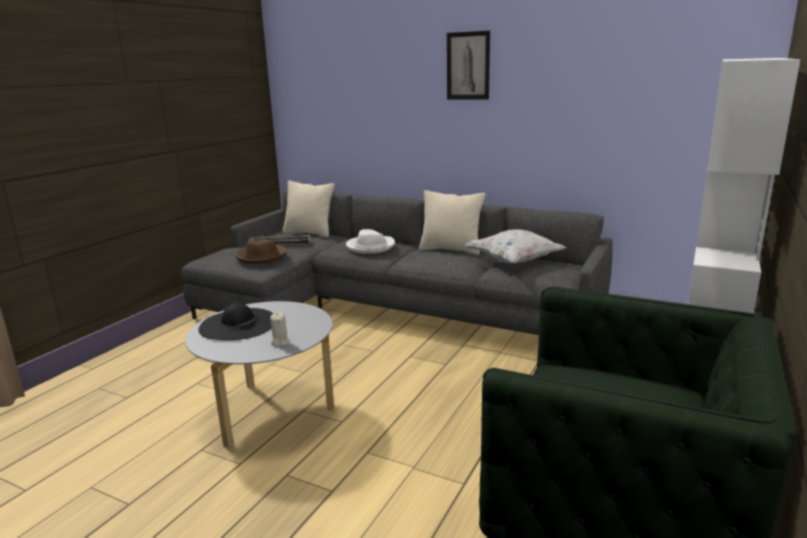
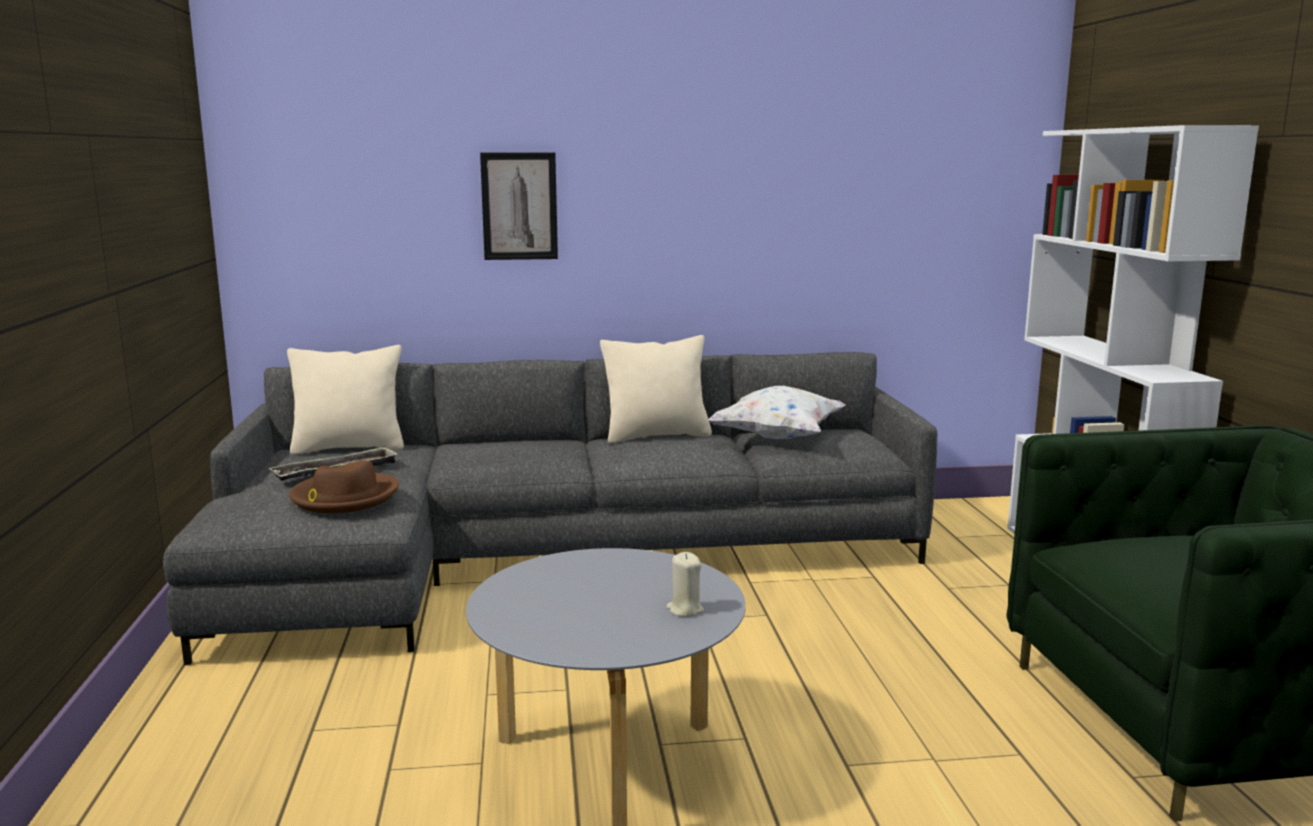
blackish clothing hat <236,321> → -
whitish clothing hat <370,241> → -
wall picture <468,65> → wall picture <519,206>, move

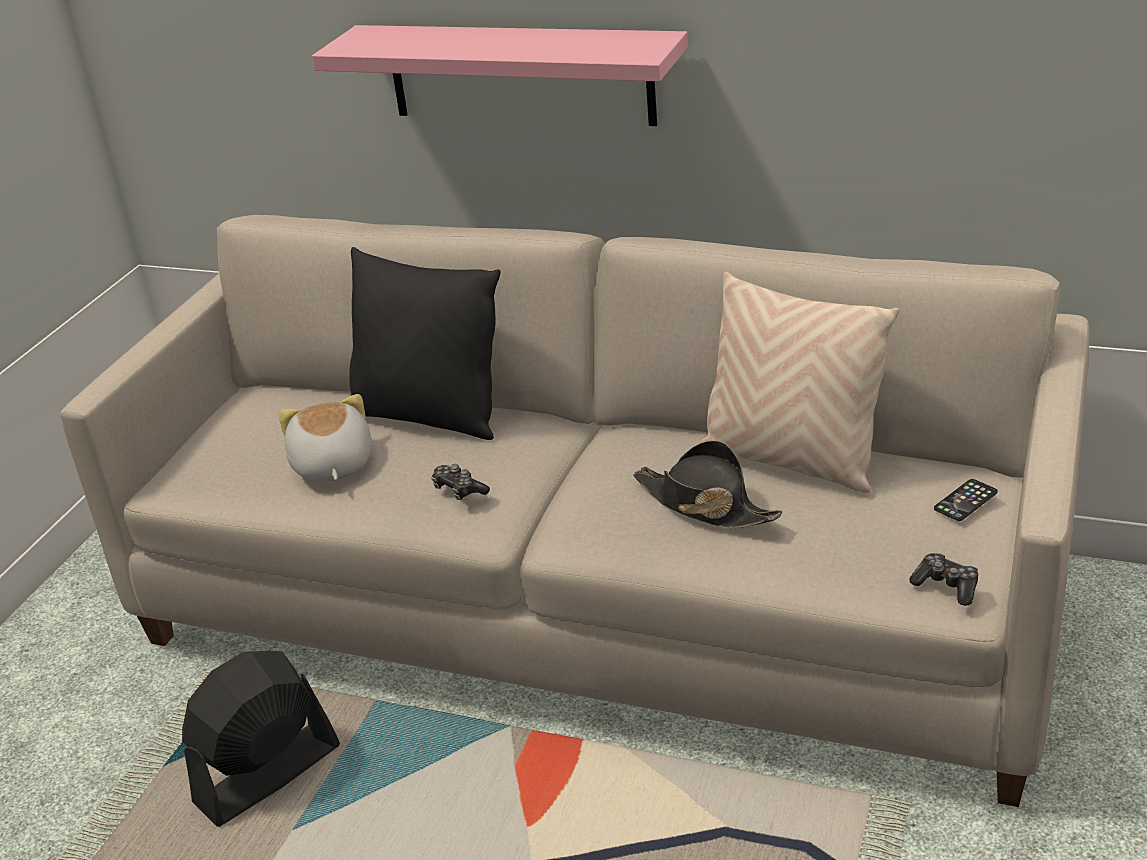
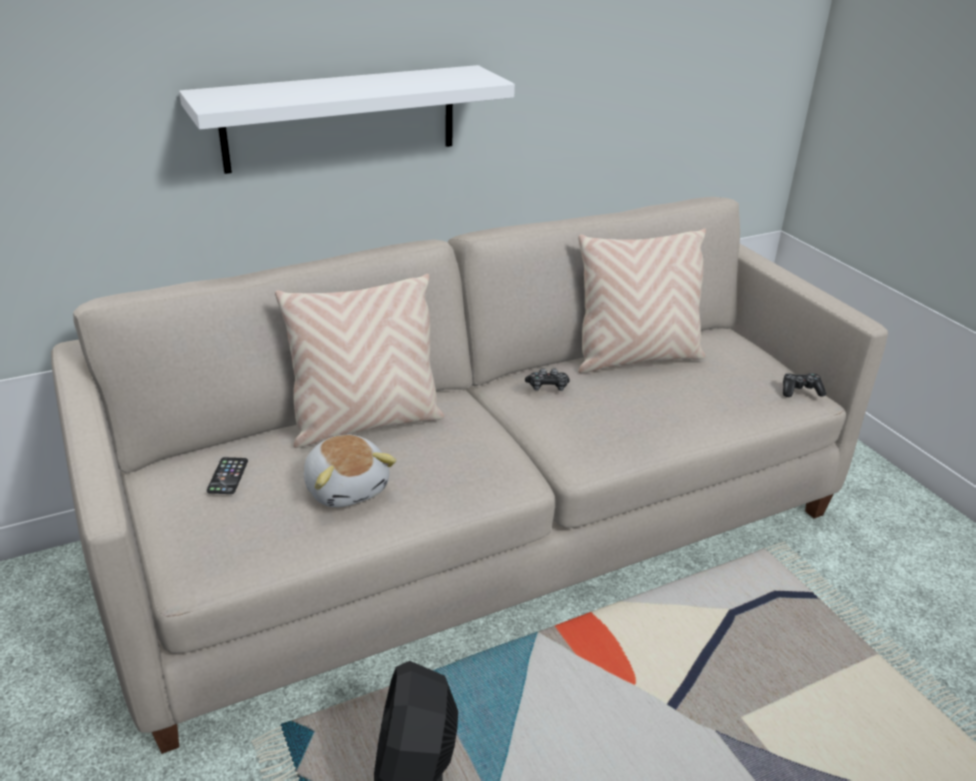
soft toy <325,438> → soft toy <350,471>, 150 degrees counterclockwise
pinkish wall shelf <500,75> → whitish wall shelf <347,119>
blackish cushion <425,343> → sand-coloured cushion <359,361>
game controller <460,482> → game controller <547,379>, move
blackish clothing hat <708,484> → -
handset <966,500> → handset <227,475>, move

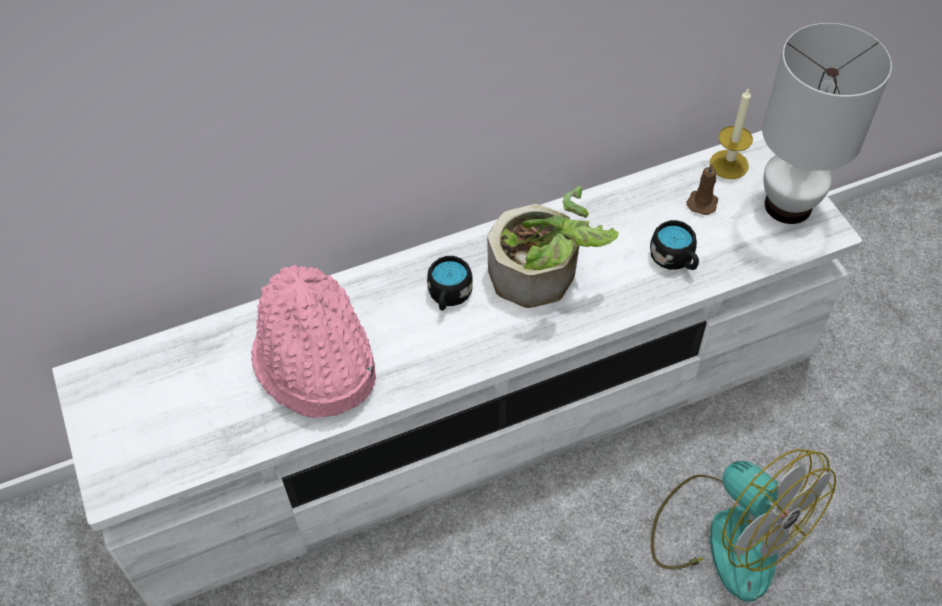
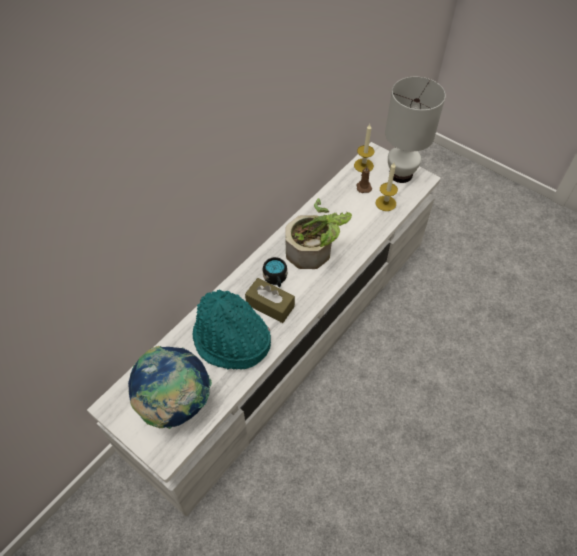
pinkish clothing hat <313,341> → turquoise clothing hat <232,329>
blackish coffee mug <674,245> → -
cooling fan <743,525> → -
- → world globe <170,387>
- → brown-coloured tissue box <270,300>
- → candle <387,187>

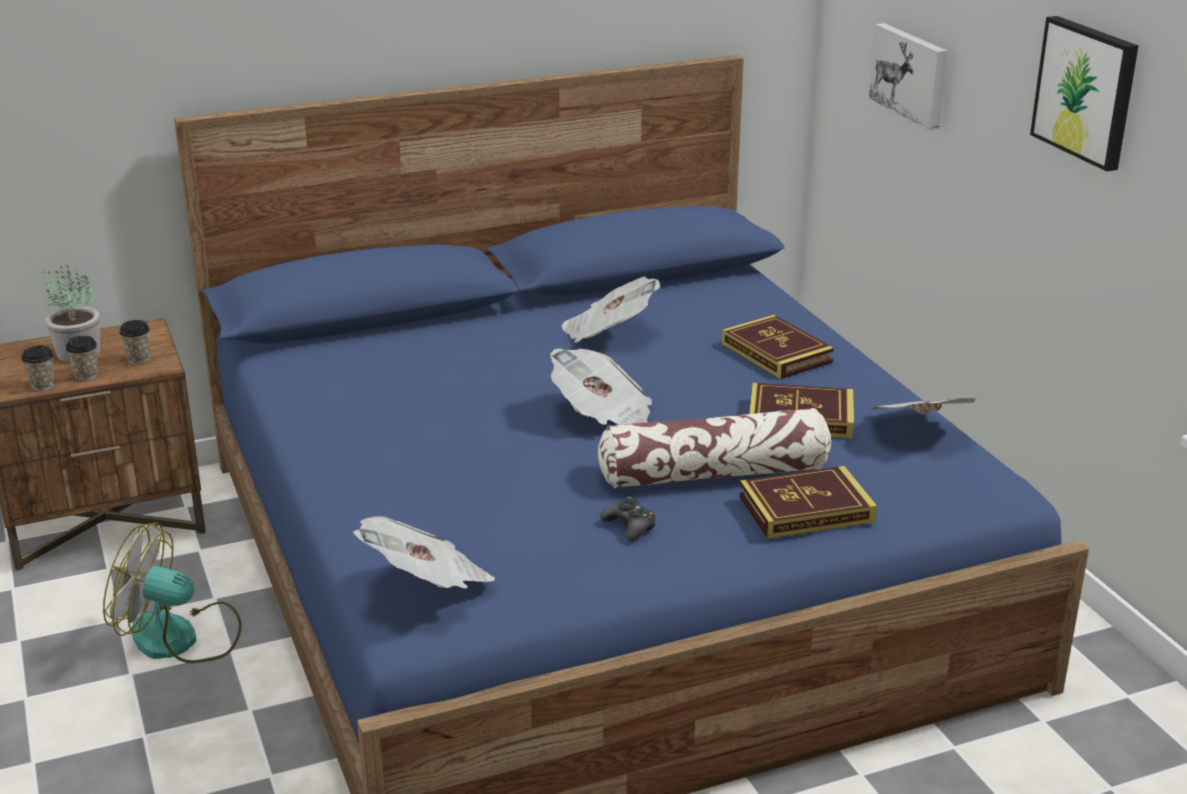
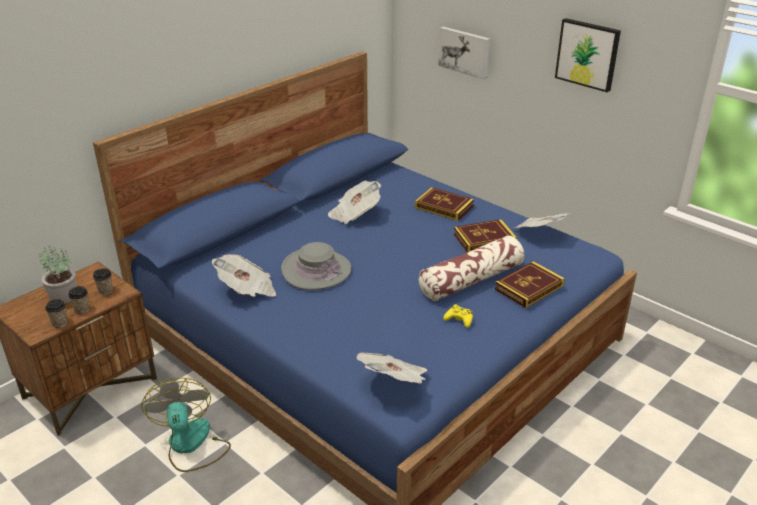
cooling fan <172,592> → cooling fan <186,425>, 90 degrees clockwise
daily paper <601,386> → daily paper <244,275>, move
blackish game controller <627,518> → yellowish game controller <458,316>
- → grey clothing hat <316,266>

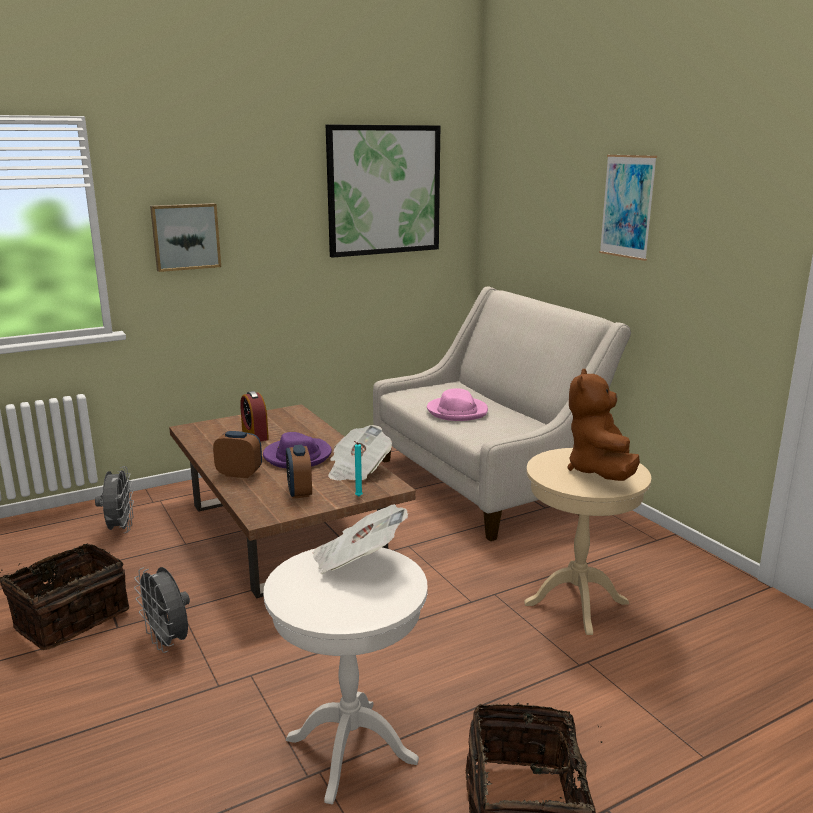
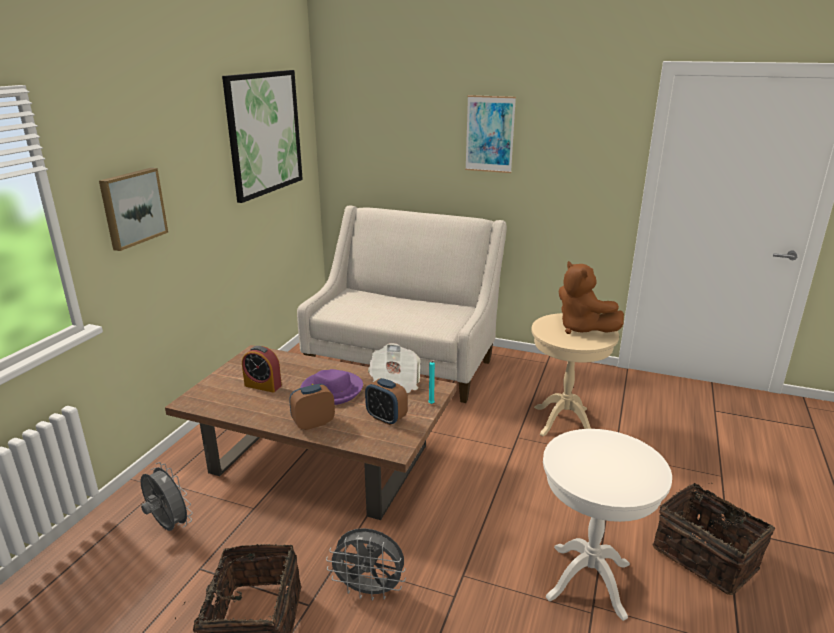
daily paper <360,539> → -
pinkish clothing hat <457,404> → -

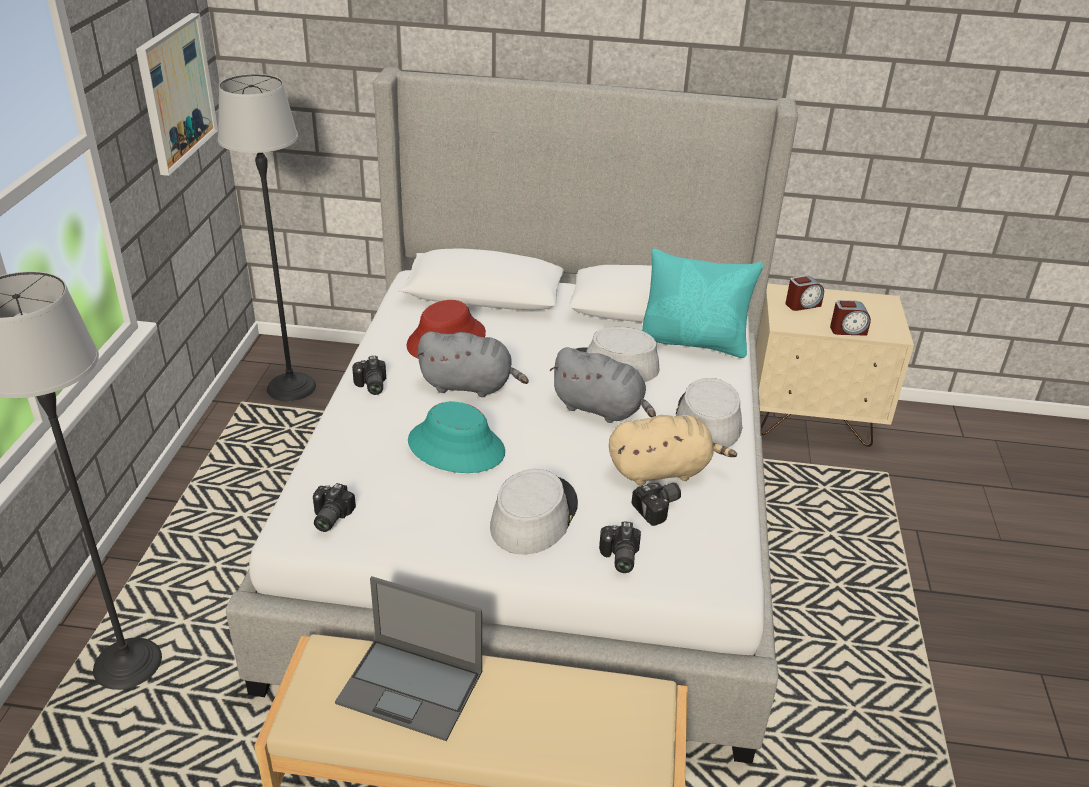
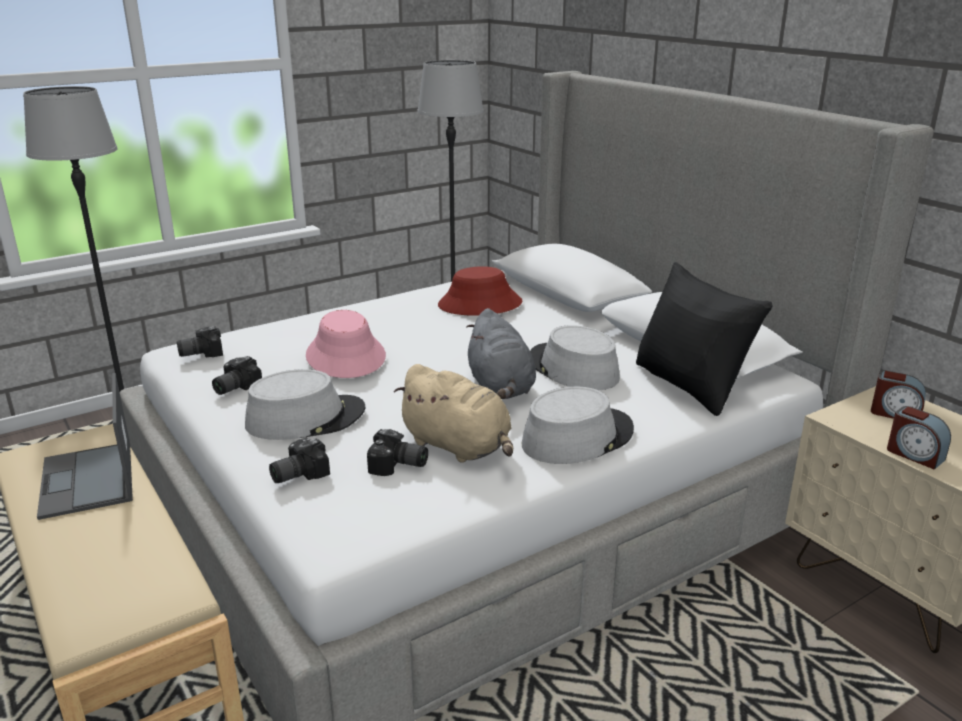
wall picture <177,94> → -
photo camera <369,375> → photo camera <237,375>, move
turquoise clothing hat <456,437> → pinkish clothing hat <346,344>
grey soft toy <472,364> → -
turquoise cushion <703,303> → blackish cushion <704,339>

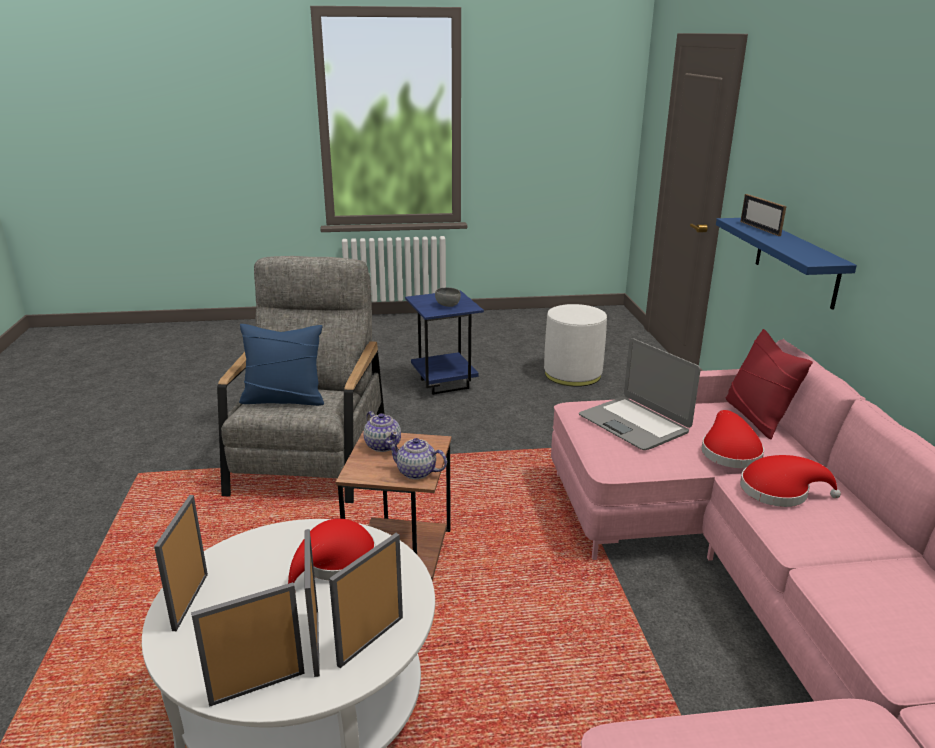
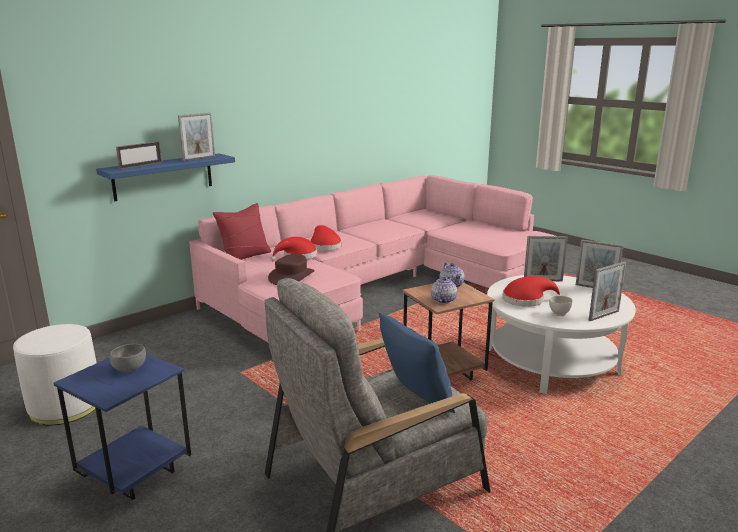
picture frame <312,603> → picture frame <196,137>, move
notebook computer <640,394> → brown-coloured clothing hat <291,269>
- → whitish deep dish <560,305>

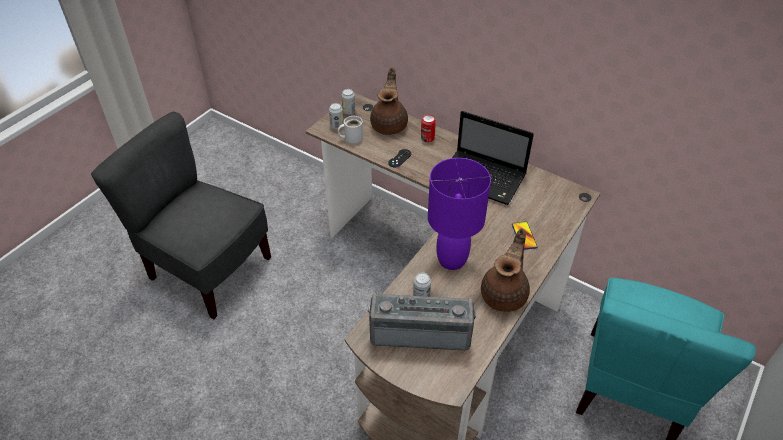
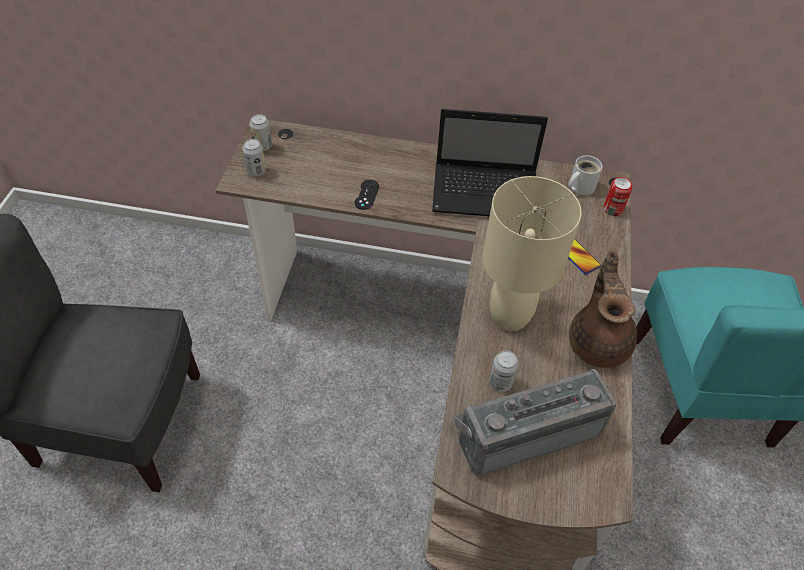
whitish coffee mug <350,130> → whitish coffee mug <585,175>, move
brown-coloured pot for tea <389,101> → -
sealed can <428,128> → sealed can <617,196>, move
purplish tabletop lamp <459,214> → sand-coloured tabletop lamp <532,253>

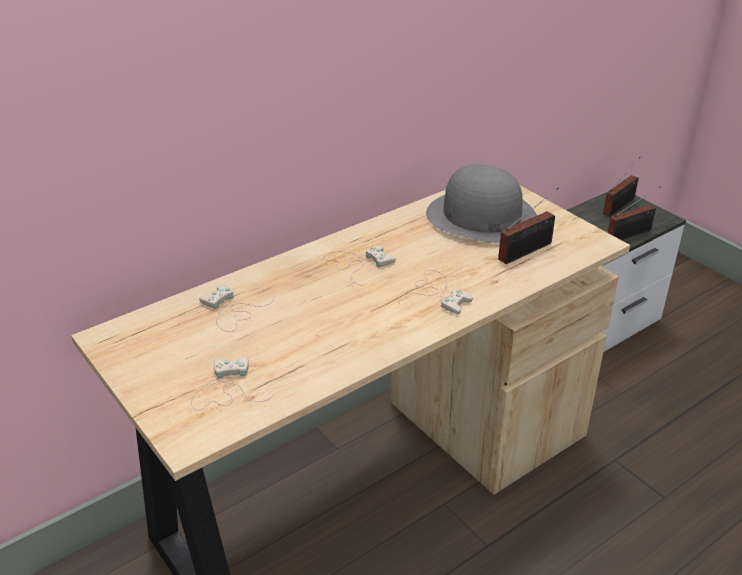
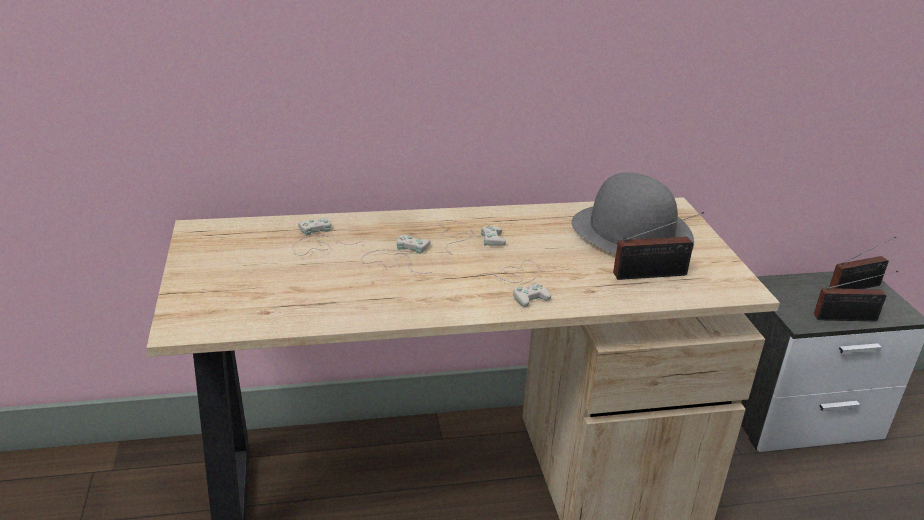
whitish game controller <232,383> → whitish game controller <396,254>, move

